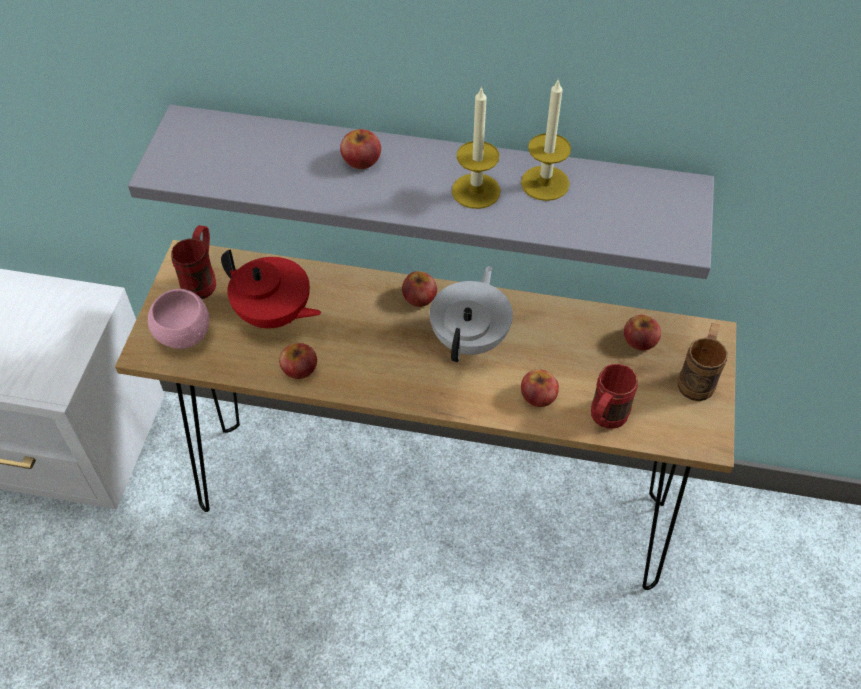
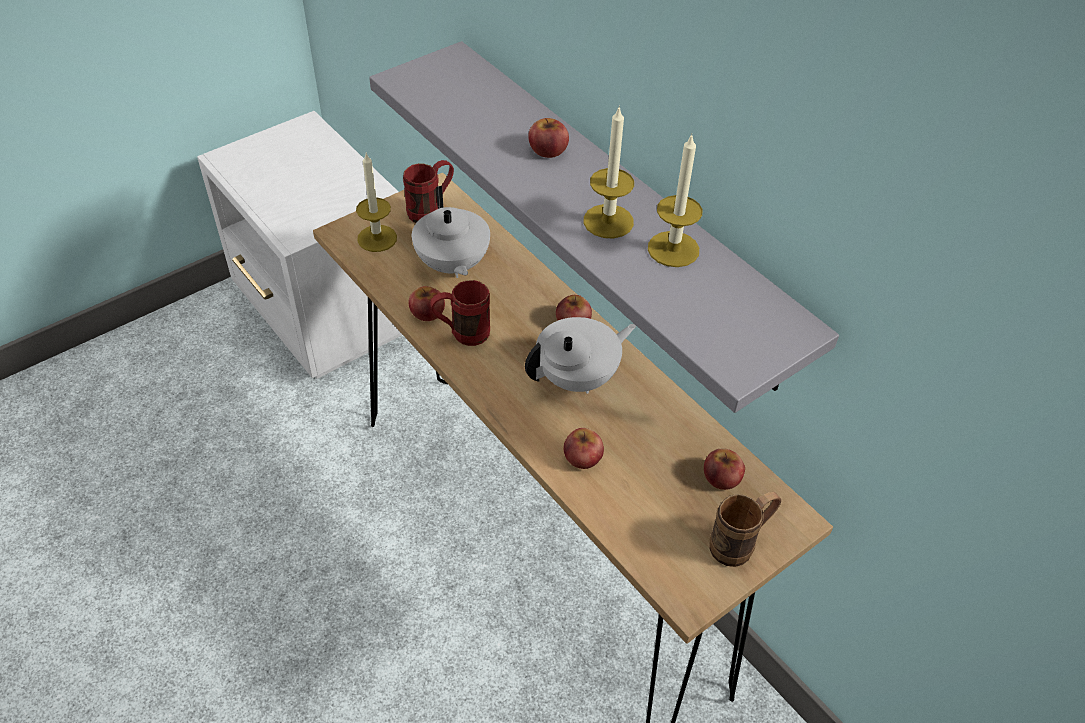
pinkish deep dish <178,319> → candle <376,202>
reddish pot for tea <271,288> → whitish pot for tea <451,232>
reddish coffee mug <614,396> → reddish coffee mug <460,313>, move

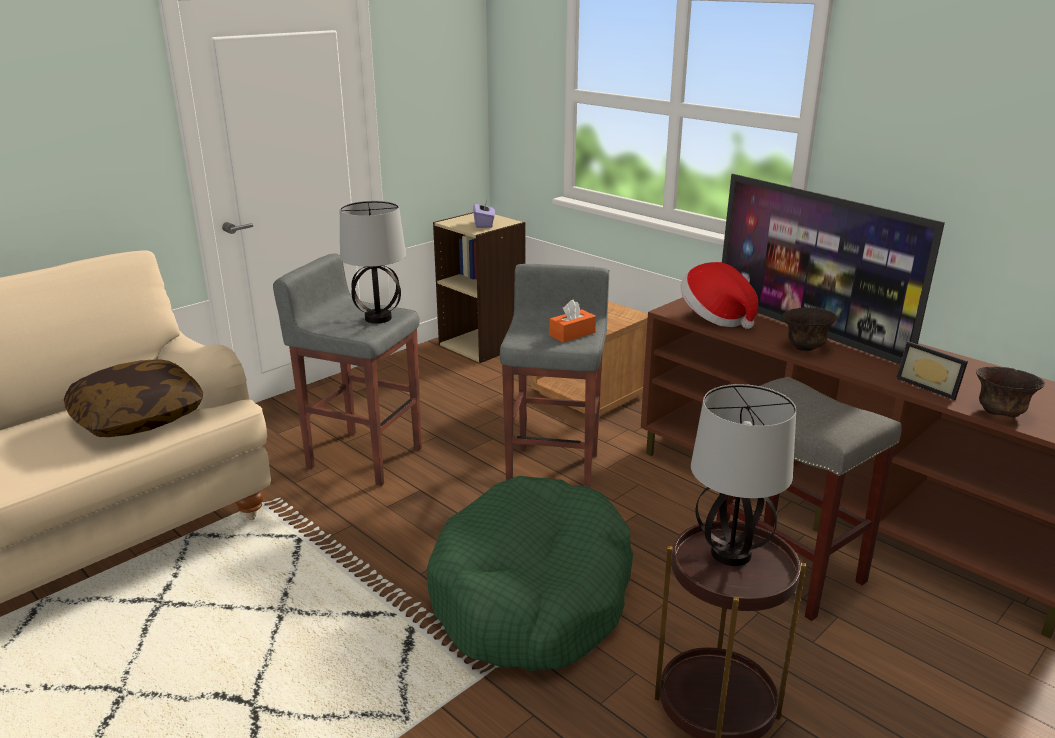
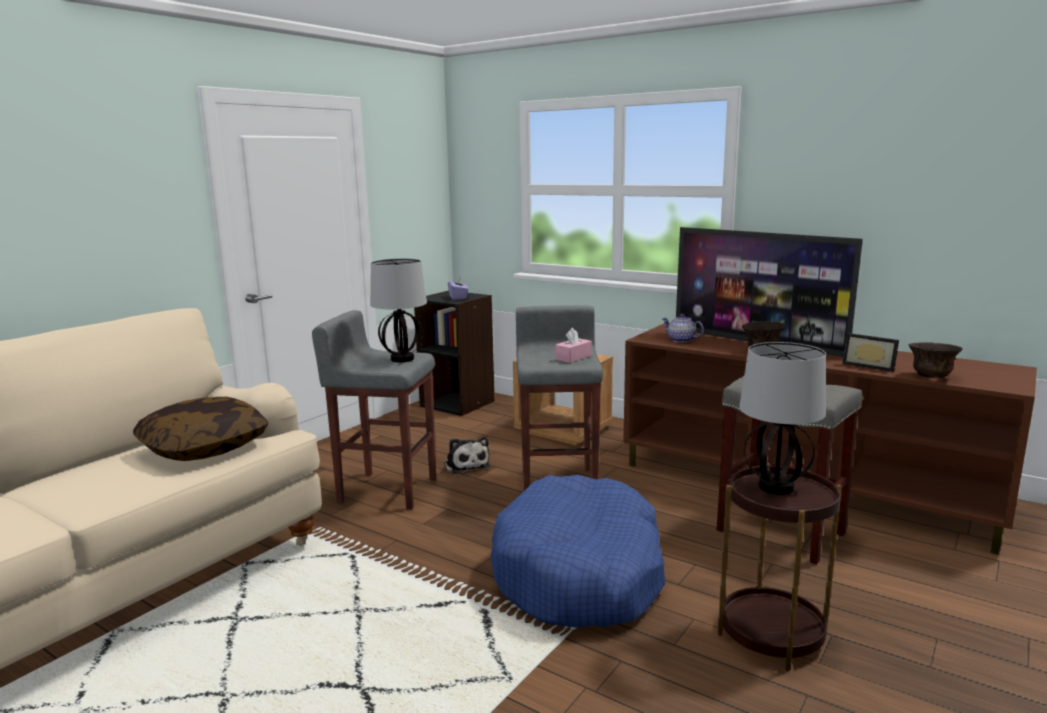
greenish pet bed <530,573> → blue-coloured pet bed <578,551>
sand-coloured bookcase <479,287> → blackish bookcase <454,353>
orange-coloured tissue box <572,321> → pinkish tissue box <573,345>
clothing hat <719,295> → pot for tea <683,328>
- → soft toy <467,455>

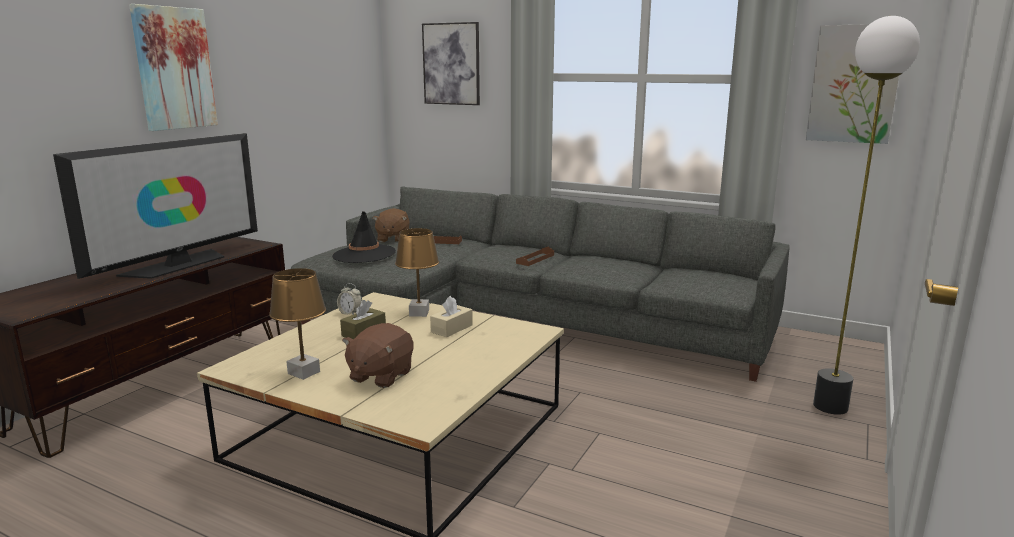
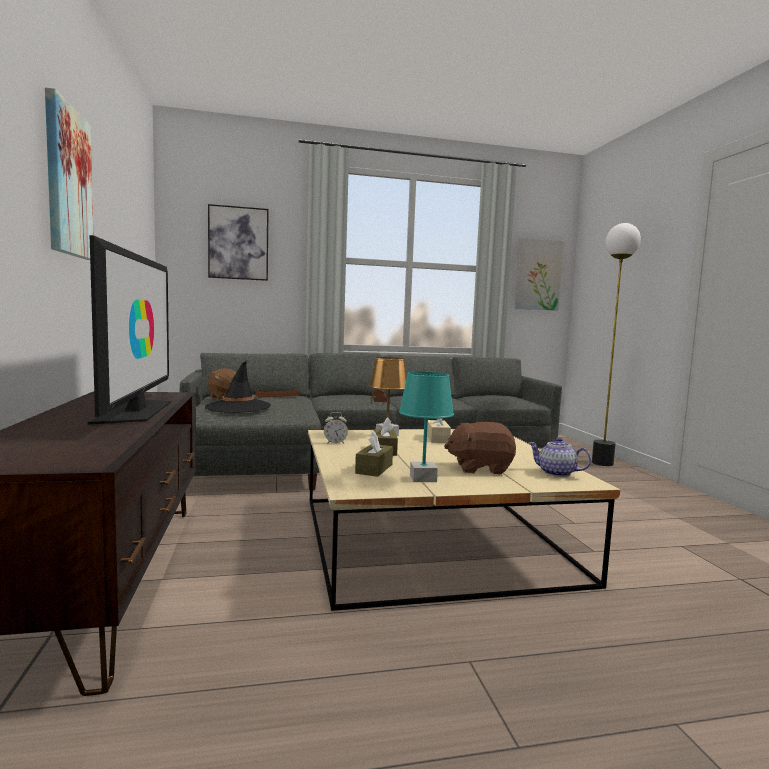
brown-coloured tabletop lamp <297,324> → turquoise tabletop lamp <426,427>
brown-coloured soft toy <378,355> → brown-coloured soft toy <480,448>, 105 degrees clockwise
- → brown-coloured tissue box <374,454>
- → pot for tea <559,457>

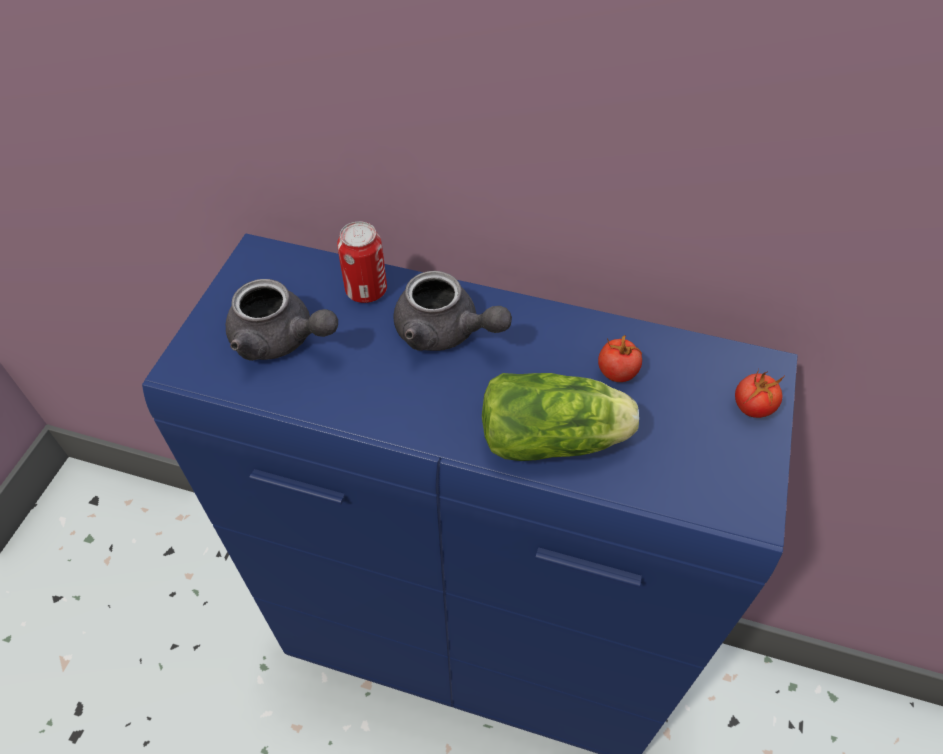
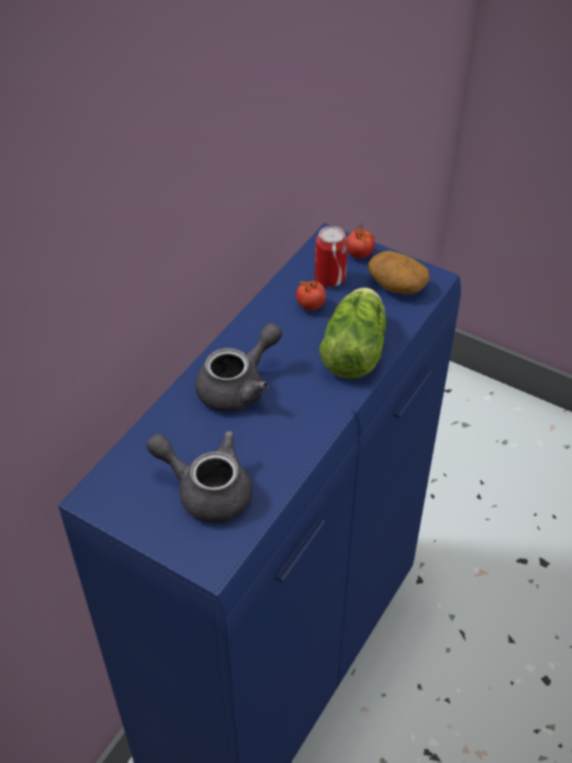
grey pot for tea <282,320> → grey pot for tea <199,477>, 105 degrees counterclockwise
sealed can <362,262> → sealed can <331,256>, move
- → whole potato <399,272>

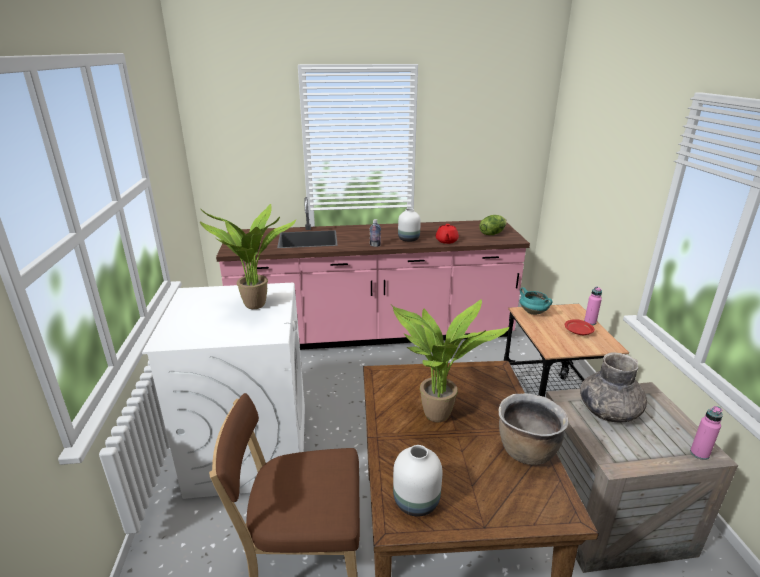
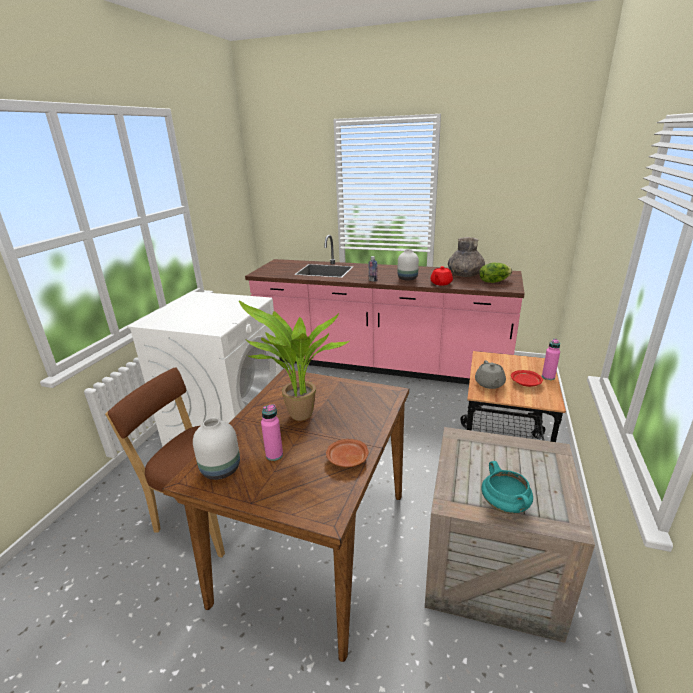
potted plant <248,256> → -
brown-coloured stockpot <533,429> → brown-coloured dinner plate <347,453>
turquoise stockpot <536,301> → turquoise stockpot <507,487>, move
grey flower vase <613,388> → grey flower vase <466,257>, move
pinkish bottle <706,433> → pinkish bottle <272,432>, move
- → grey pot for tea <490,374>

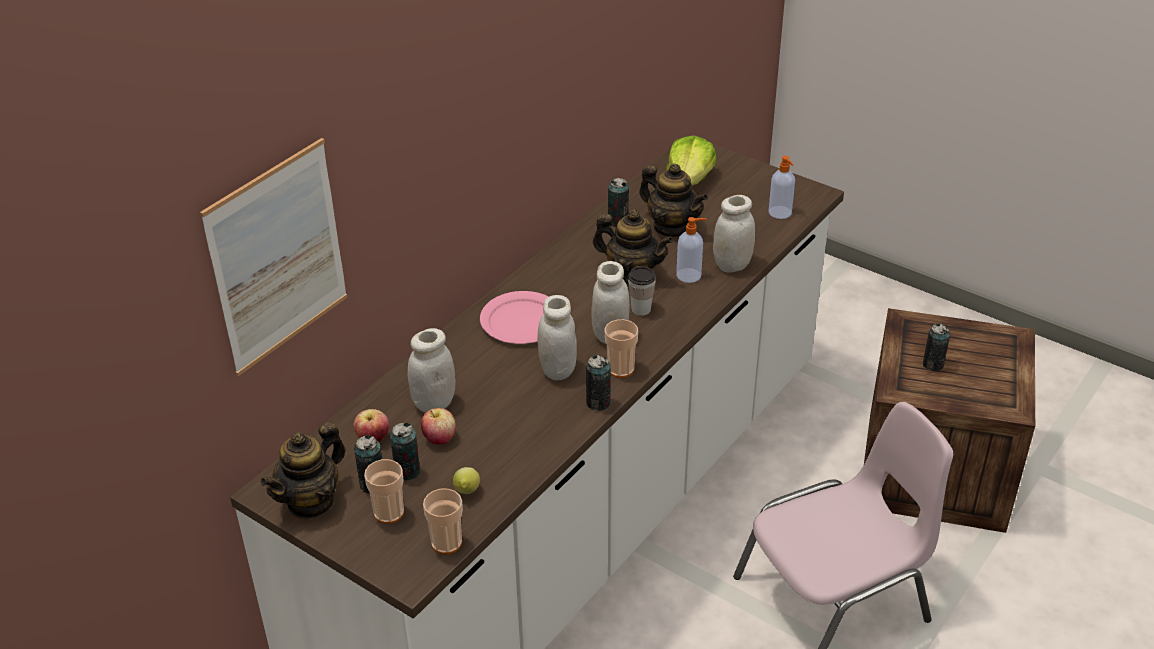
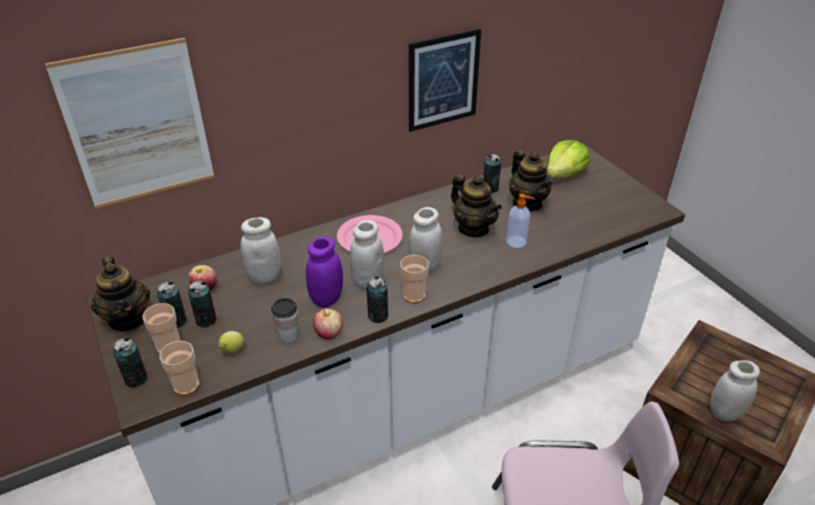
pot for tea <303,471> → pot for tea <120,293>, 90 degrees counterclockwise
whole apple <438,426> → whole apple <328,324>, move
small cup <642,291> → small cup <284,320>, move
whitish jar <734,234> → whitish jar <735,390>, move
soap bottle <781,187> → -
sealed can <936,347> → sealed can <130,363>, move
- → purplish jar <324,272>
- → wall picture <445,80>

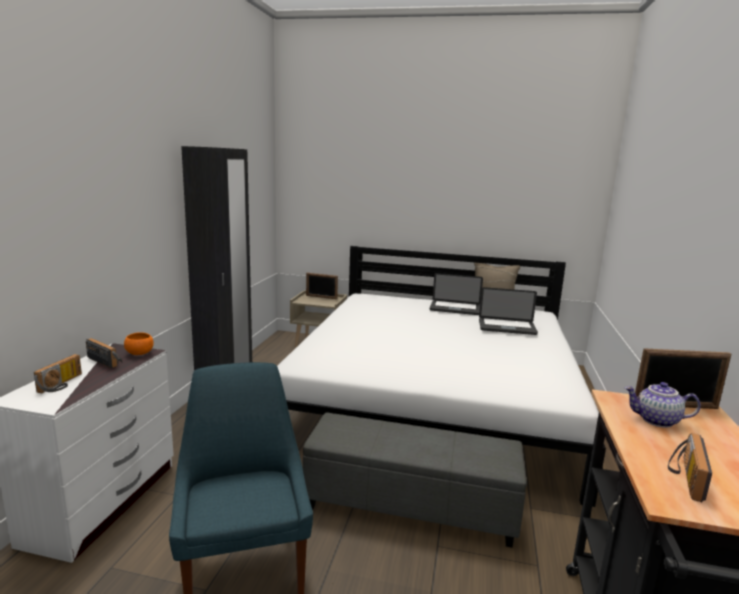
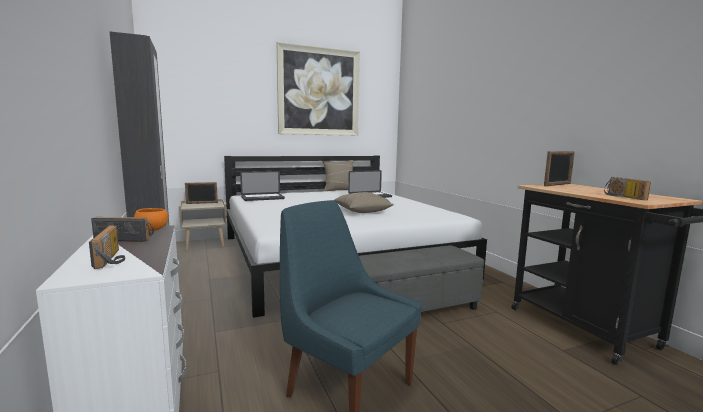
notebook computer <456,294> → notebook computer <262,186>, move
pot for tea <662,405> → -
- → wall picture <318,89>
- → sand-coloured cushion <364,202>

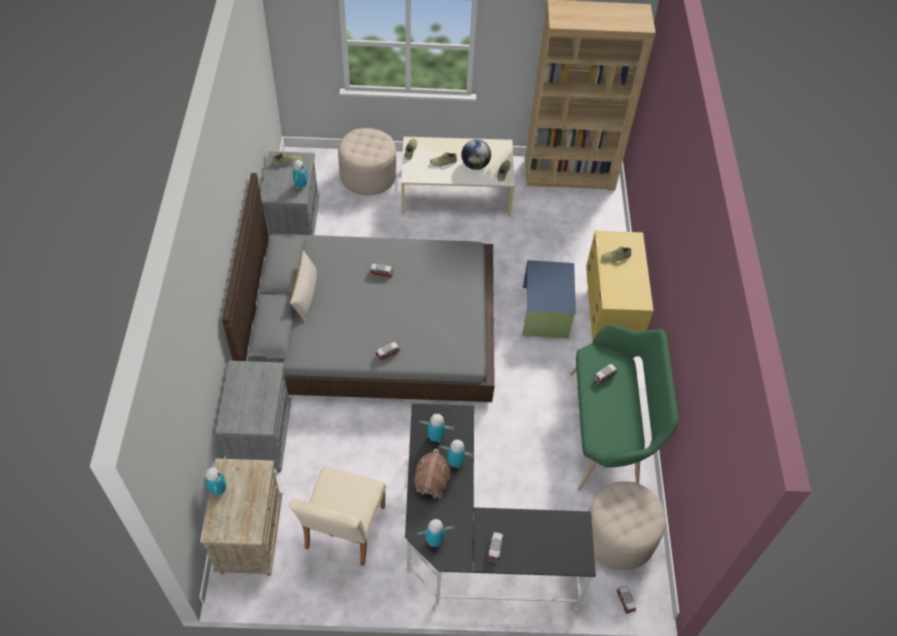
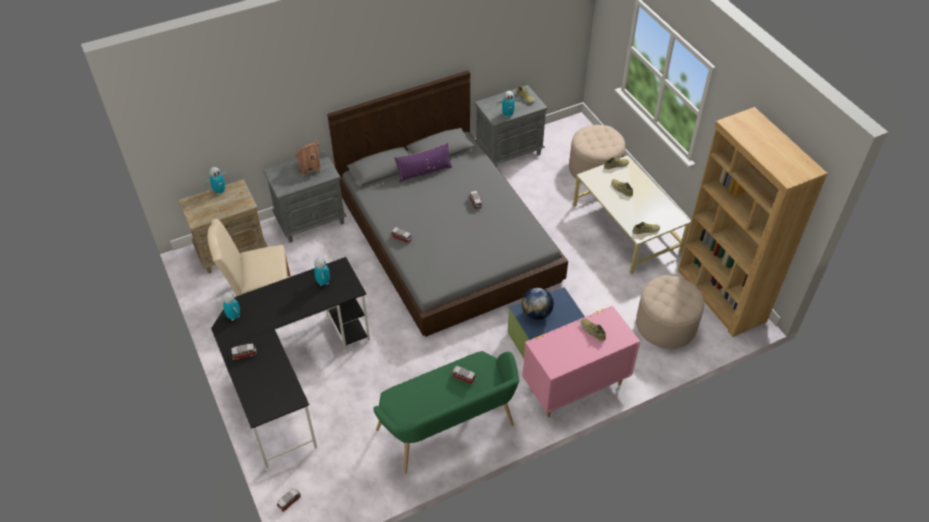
sand-coloured cushion <303,286> → purplish cushion <423,163>
model house <432,474> → model house <308,158>, move
model robot <457,453> → -
world globe <476,154> → world globe <538,304>, move
yellowish drawer chest <620,286> → pinkish drawer chest <581,361>
sand-coloured pouffe <627,525> → sand-coloured pouffe <670,312>, move

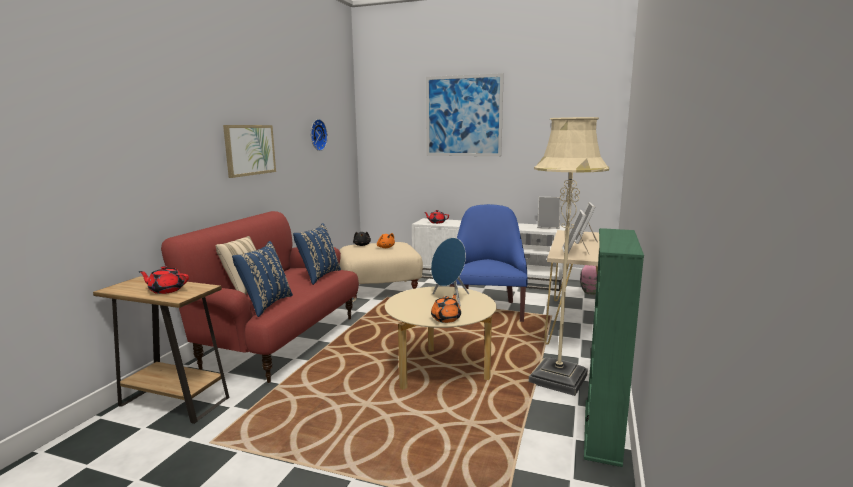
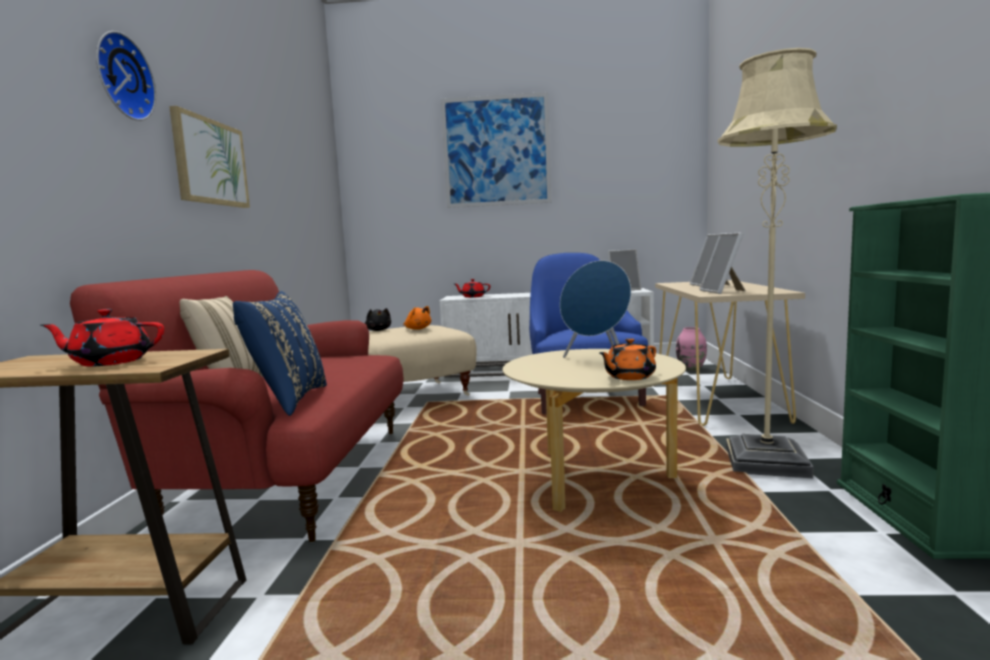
blue-coloured cushion <317,254> → -
wall clock <319,135> → wall clock <126,76>, move
orange-coloured pot for tea <446,308> → orange-coloured pot for tea <627,359>, 135 degrees counterclockwise

